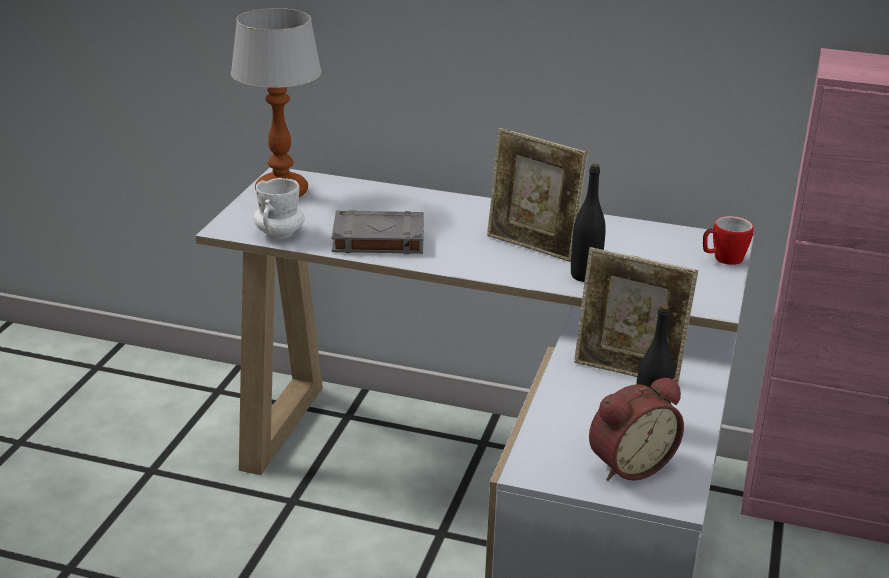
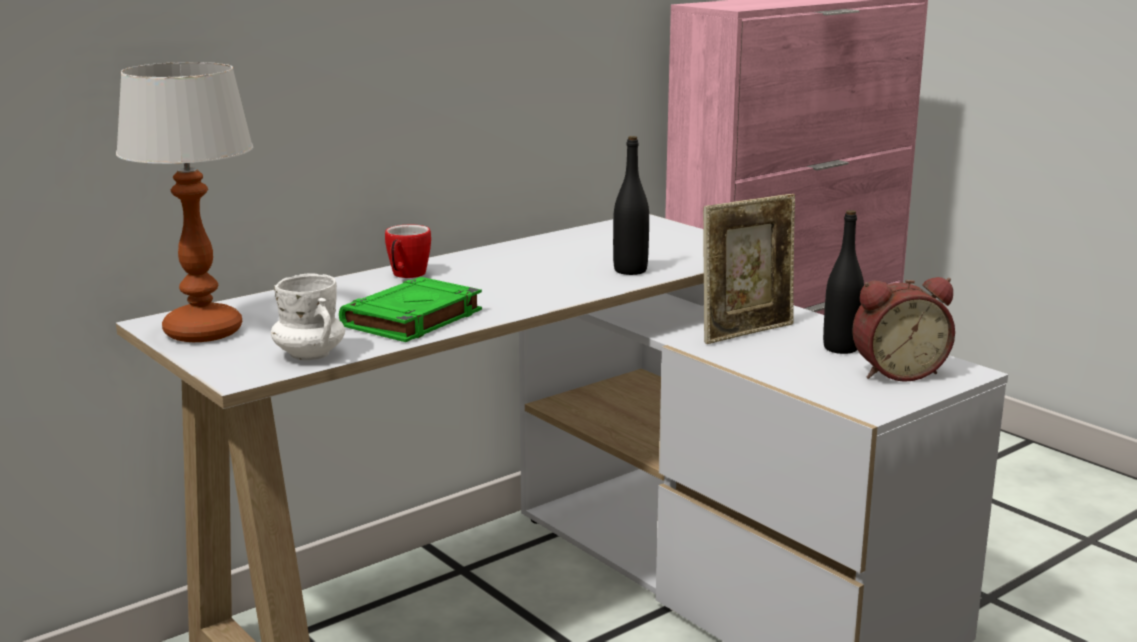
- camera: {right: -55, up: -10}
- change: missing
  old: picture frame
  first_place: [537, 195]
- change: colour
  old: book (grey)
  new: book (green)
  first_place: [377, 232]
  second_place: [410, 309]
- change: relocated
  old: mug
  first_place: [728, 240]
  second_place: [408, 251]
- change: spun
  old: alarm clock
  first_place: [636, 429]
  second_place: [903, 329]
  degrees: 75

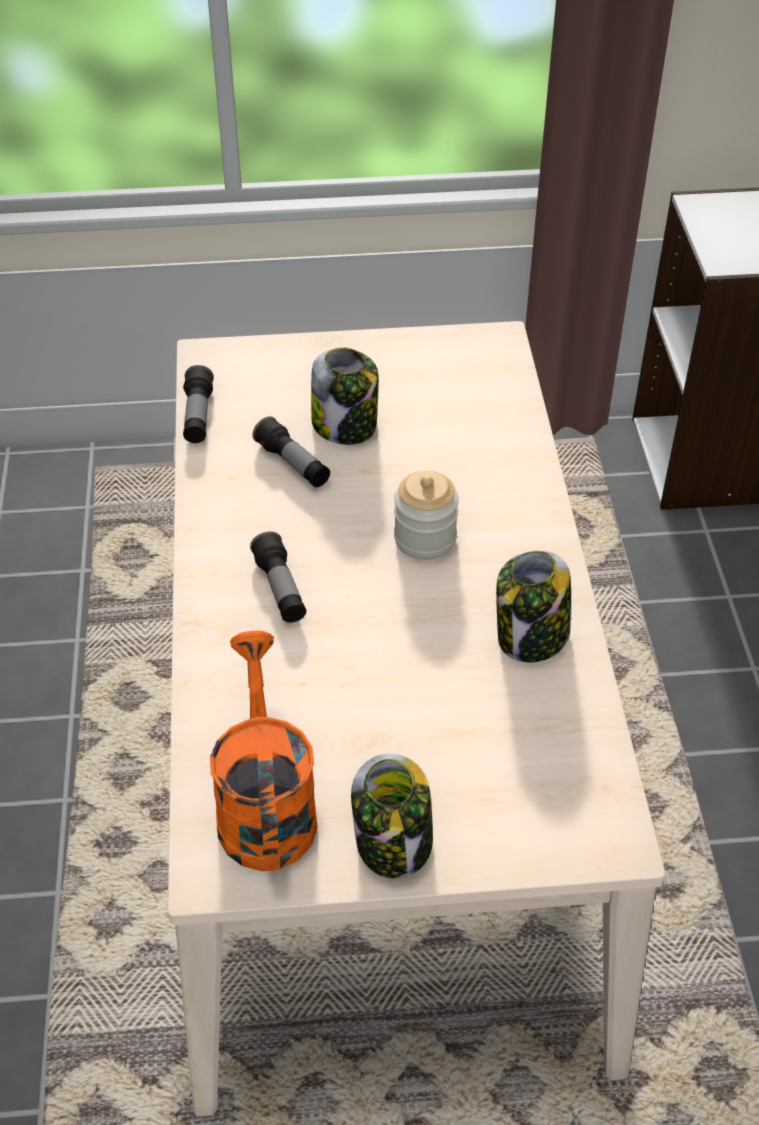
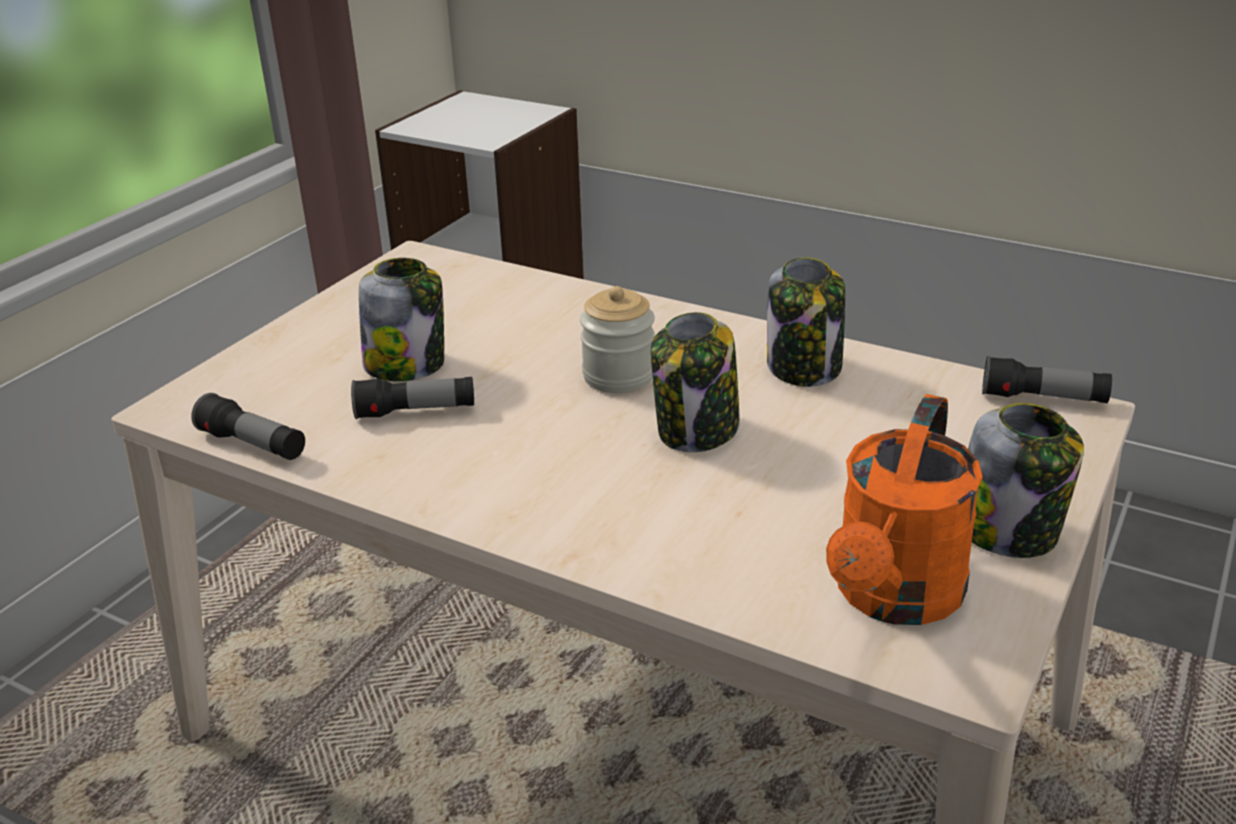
- camera: {right: -55, up: -15}
- change: relocated
  old: flashlight
  first_place: [278, 577]
  second_place: [1047, 379]
- change: spun
  old: watering can (orange)
  first_place: [264, 751]
  second_place: [904, 509]
  degrees: -90
- change: appeared
  new: jar
  second_place: [695, 382]

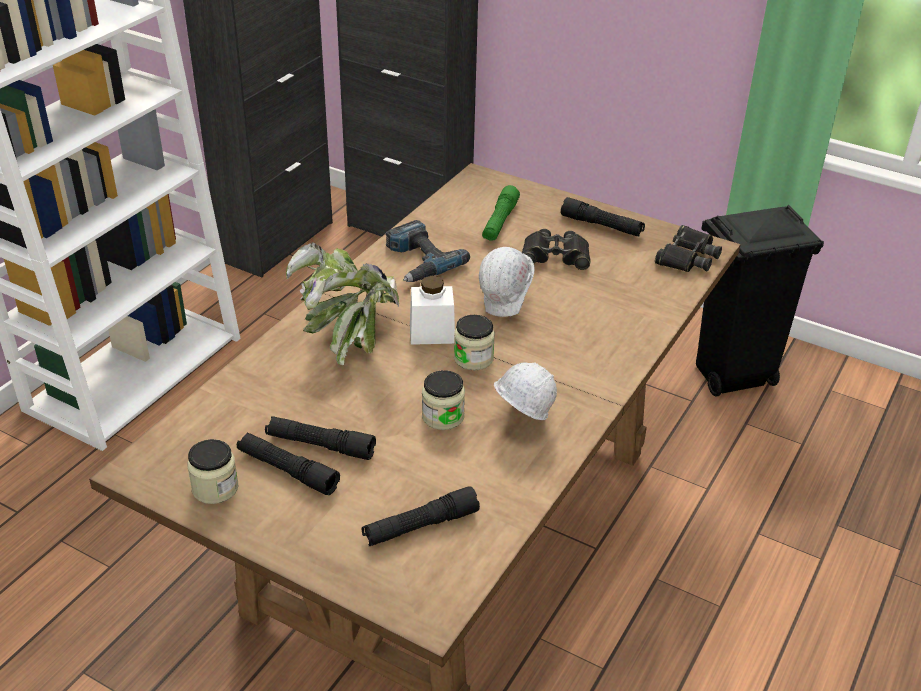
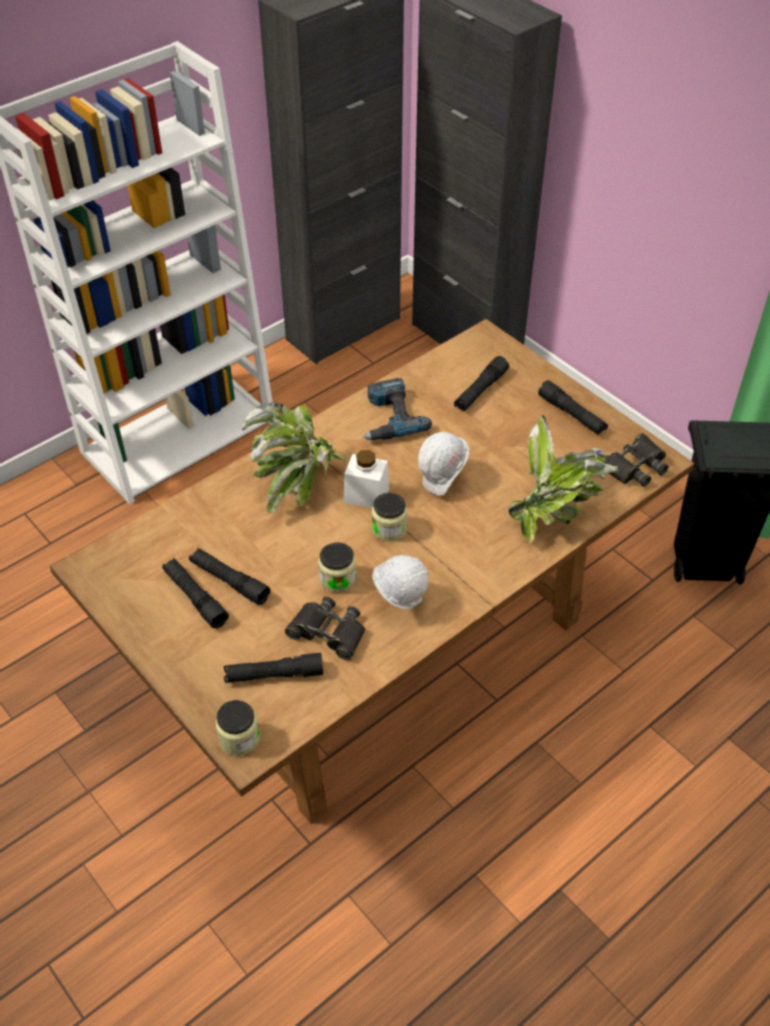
- camera: {right: 20, up: 10}
- change: colour
  old: flashlight (green)
  new: flashlight (black)
  first_place: [501, 213]
  second_place: [481, 383]
- change: relocated
  old: binoculars (black)
  first_place: [556, 249]
  second_place: [325, 628]
- change: relocated
  old: jar
  first_place: [213, 471]
  second_place: [238, 728]
- change: appeared
  new: potted plant
  second_place: [563, 479]

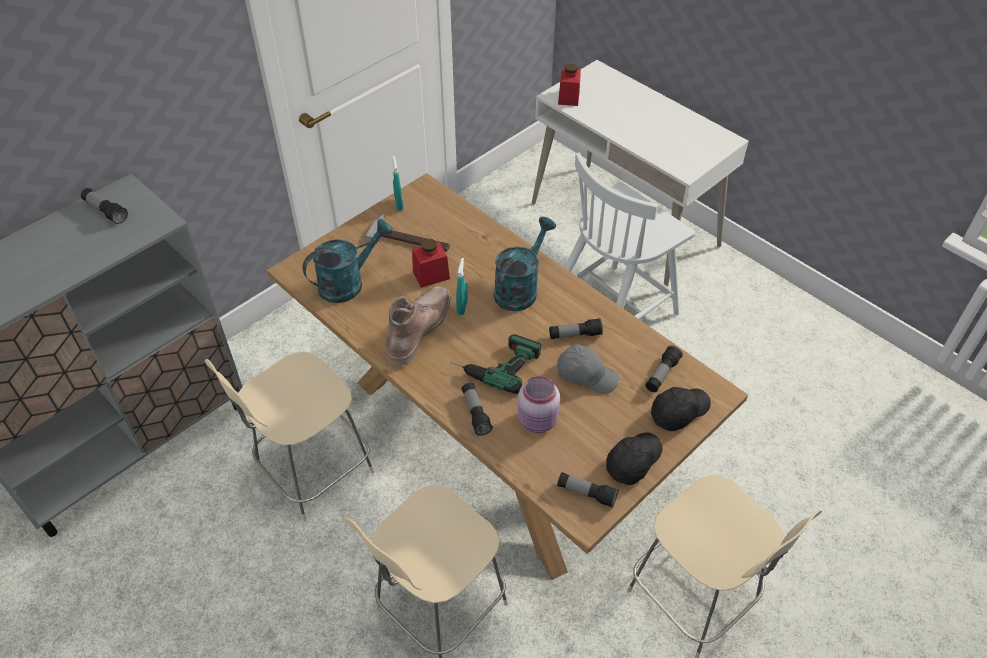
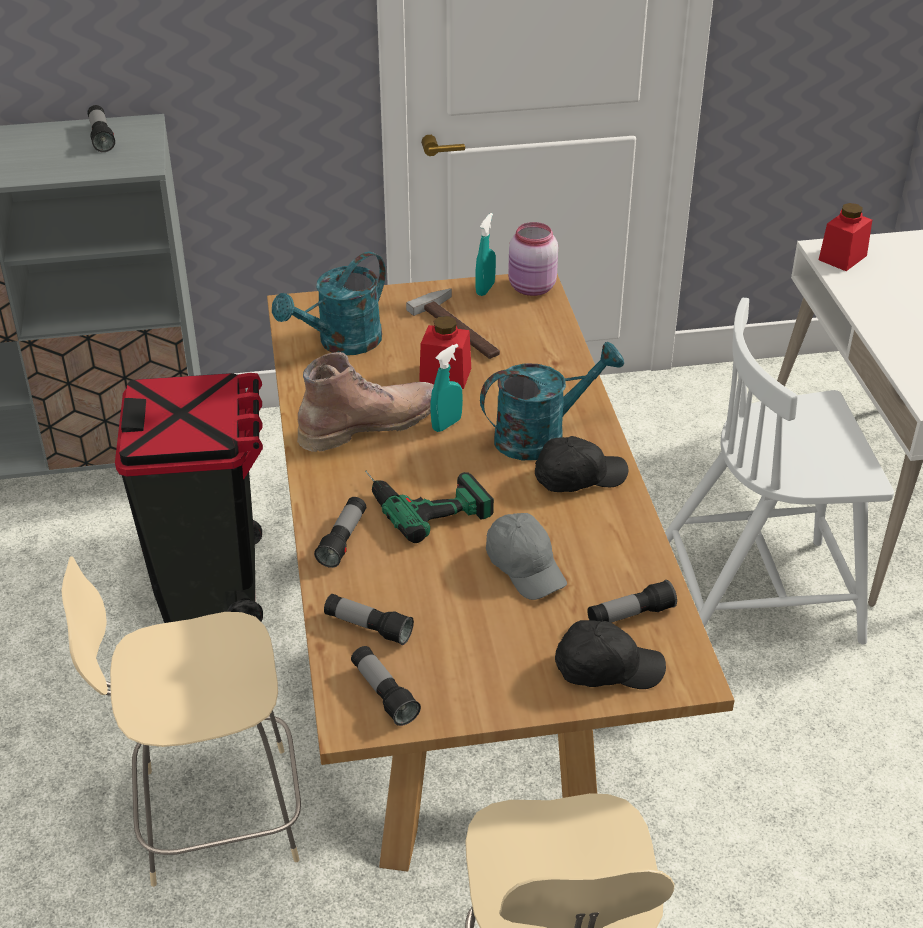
- camera: {right: 35, up: -10}
- change: spun
  old: watering can (turquoise)
  first_place: [348, 261]
  second_place: [329, 303]
  degrees: 135
- change: relocated
  old: flashlight
  first_place: [576, 328]
  second_place: [369, 619]
- change: exchanged
  old: chair (beige)
  new: trash can (black)
  first_place: [289, 437]
  second_place: [189, 498]
- change: relocated
  old: jar (pink)
  first_place: [539, 404]
  second_place: [533, 259]
- change: relocated
  old: cap (black)
  first_place: [634, 458]
  second_place: [581, 464]

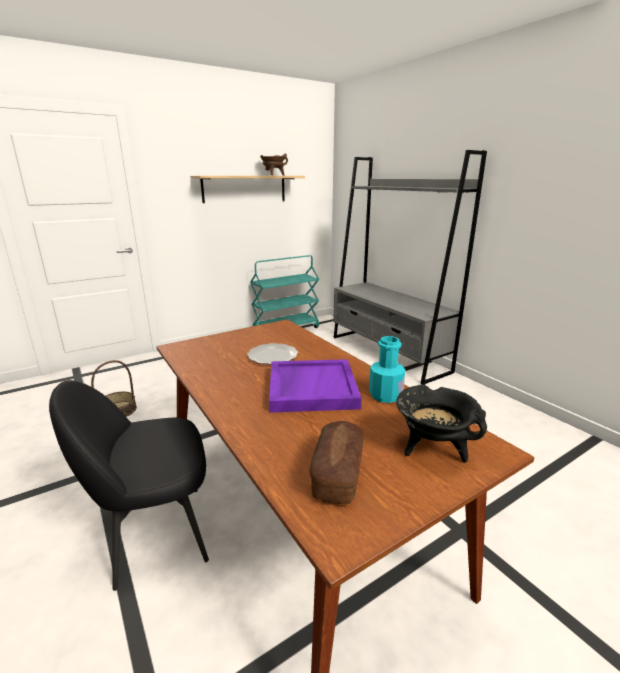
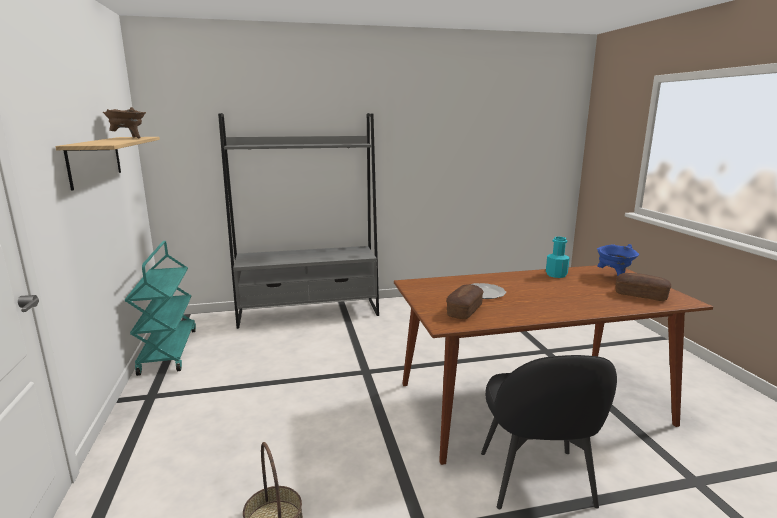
- camera: {right: -70, up: -5}
- change: missing
  old: tray (purple)
  first_place: [315, 386]
- change: colour
  old: cooking pot (black)
  new: cooking pot (blue)
  first_place: [441, 423]
  second_place: [618, 260]
- change: appeared
  new: bread
  second_place: [464, 301]

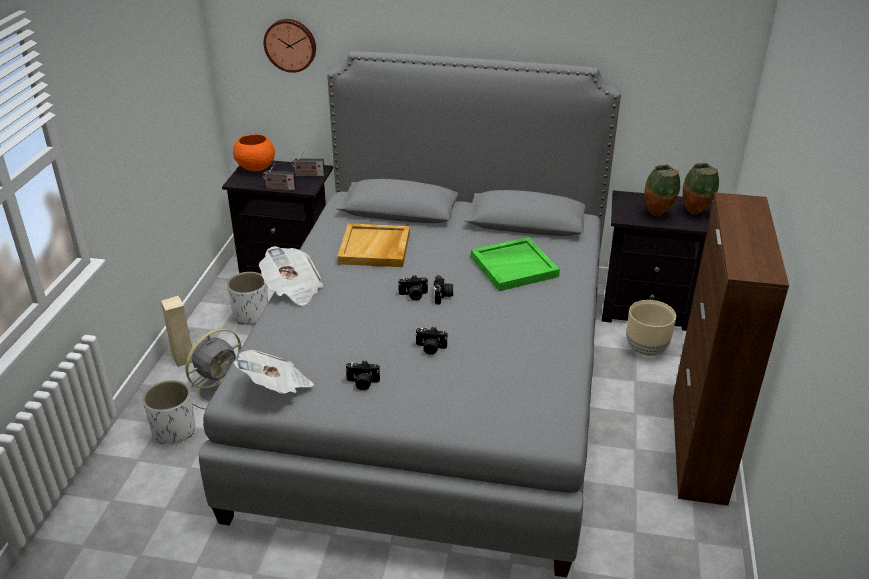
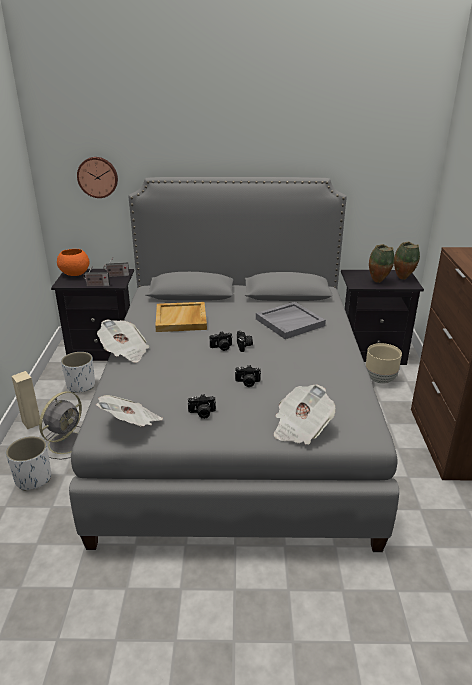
- camera: {right: -10, up: -5}
- change: colour
  old: tray (green)
  new: tray (grey)
  first_place: [515, 264]
  second_place: [291, 320]
- change: appeared
  new: newspaper
  second_place: [304, 414]

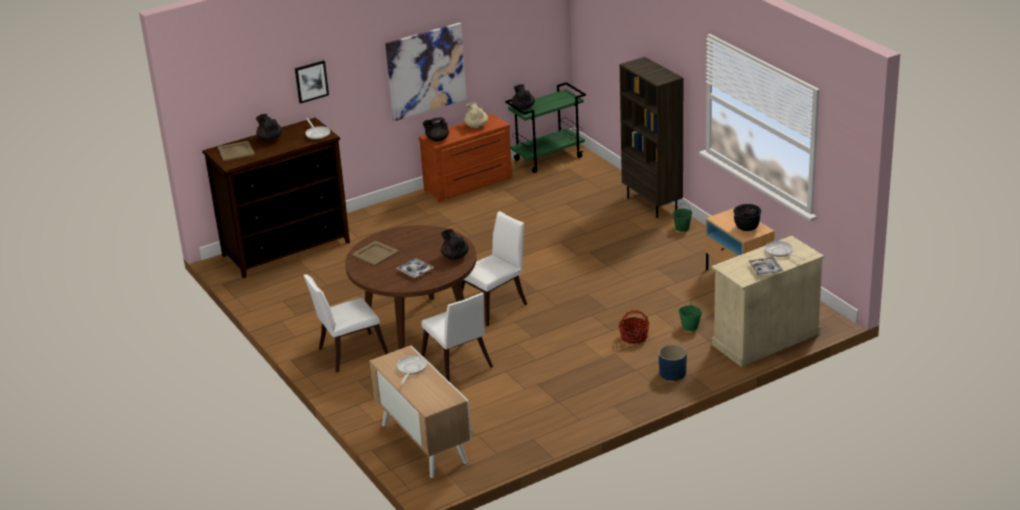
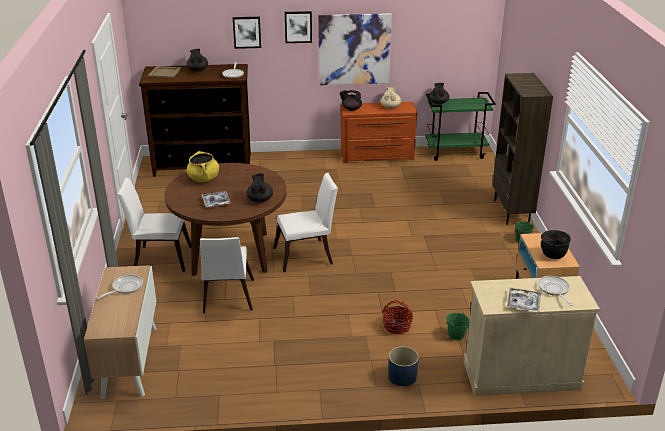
- camera: {right: 25, up: 0}
- change: exchanged
  old: tray (beige)
  new: cooking pot (yellow)
  first_place: [375, 253]
  second_place: [202, 166]
- change: appeared
  new: picture
  second_place: [298, 27]

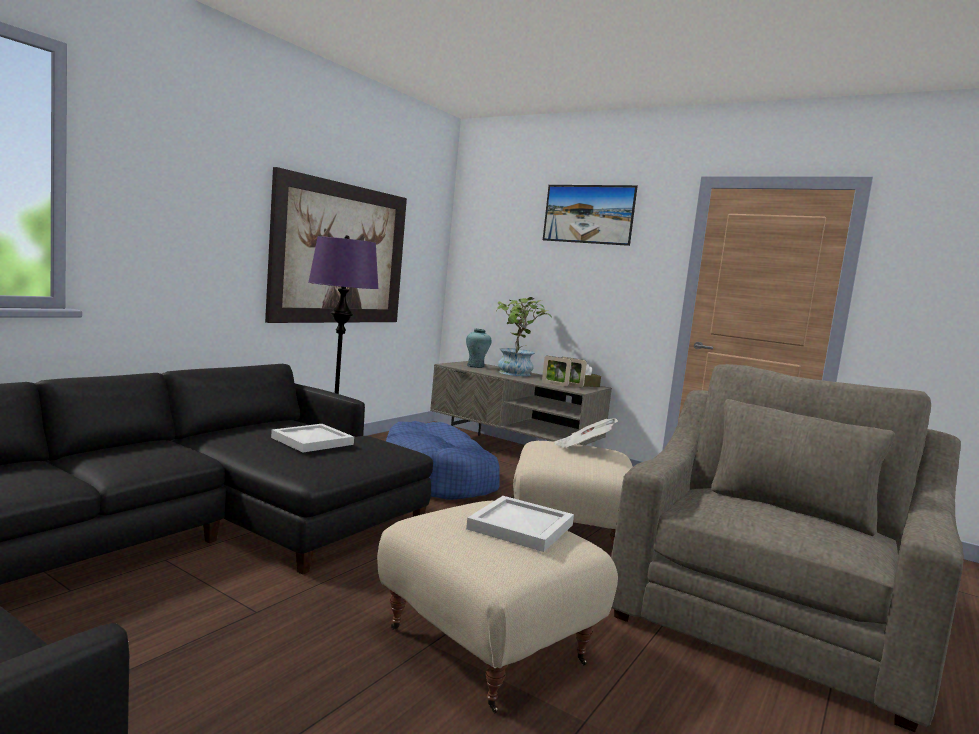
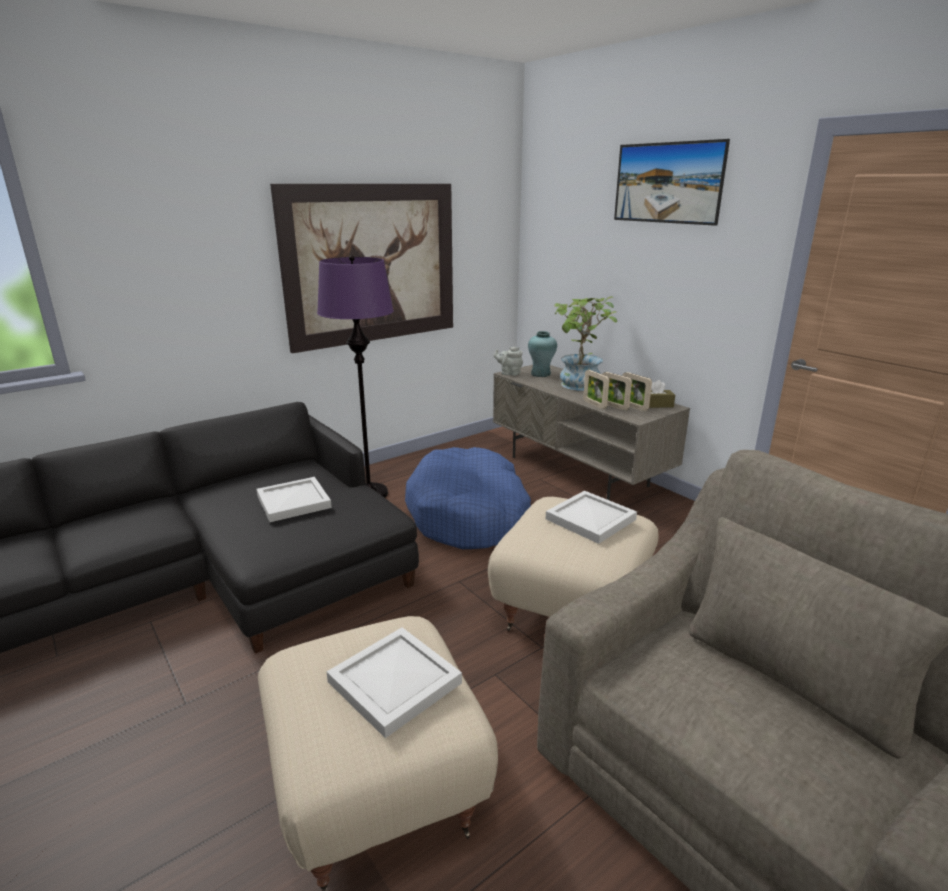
- camera: {right: 20, up: 15}
- change: exchanged
  old: newspaper
  new: tray (white)
  first_place: [586, 433]
  second_place: [591, 517]
- change: appeared
  new: teapot (grey)
  second_place: [508, 361]
- change: appeared
  new: picture frame
  second_place: [596, 389]

